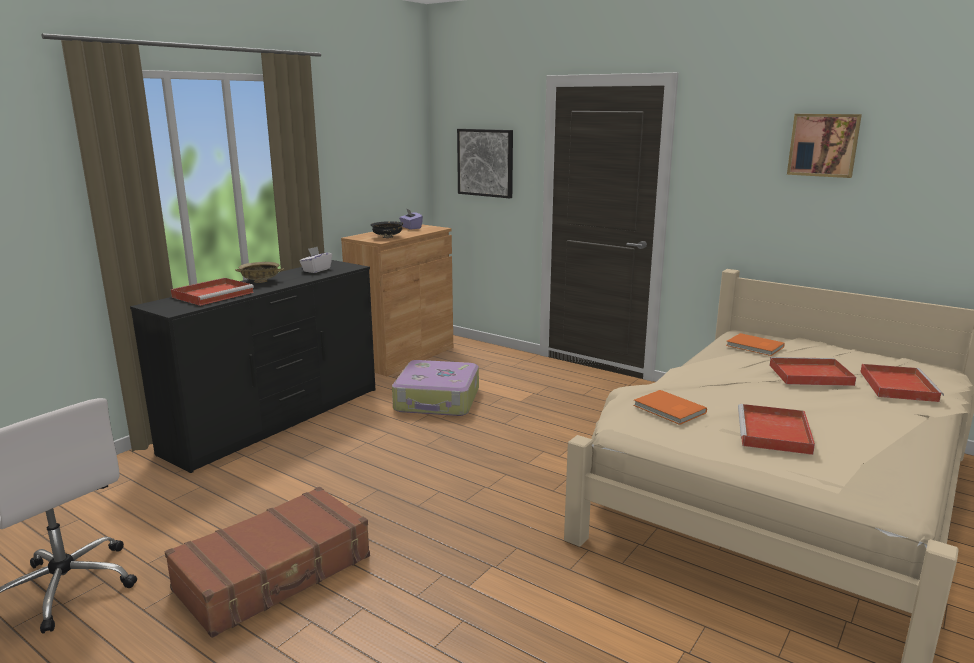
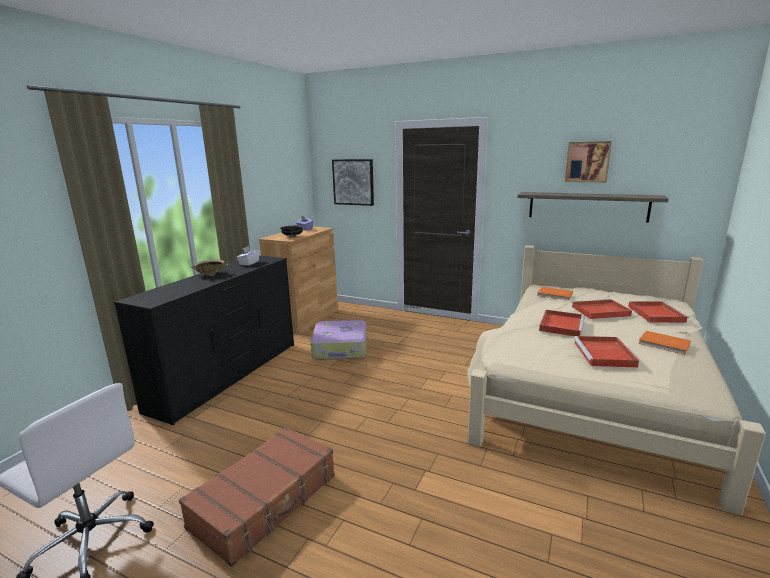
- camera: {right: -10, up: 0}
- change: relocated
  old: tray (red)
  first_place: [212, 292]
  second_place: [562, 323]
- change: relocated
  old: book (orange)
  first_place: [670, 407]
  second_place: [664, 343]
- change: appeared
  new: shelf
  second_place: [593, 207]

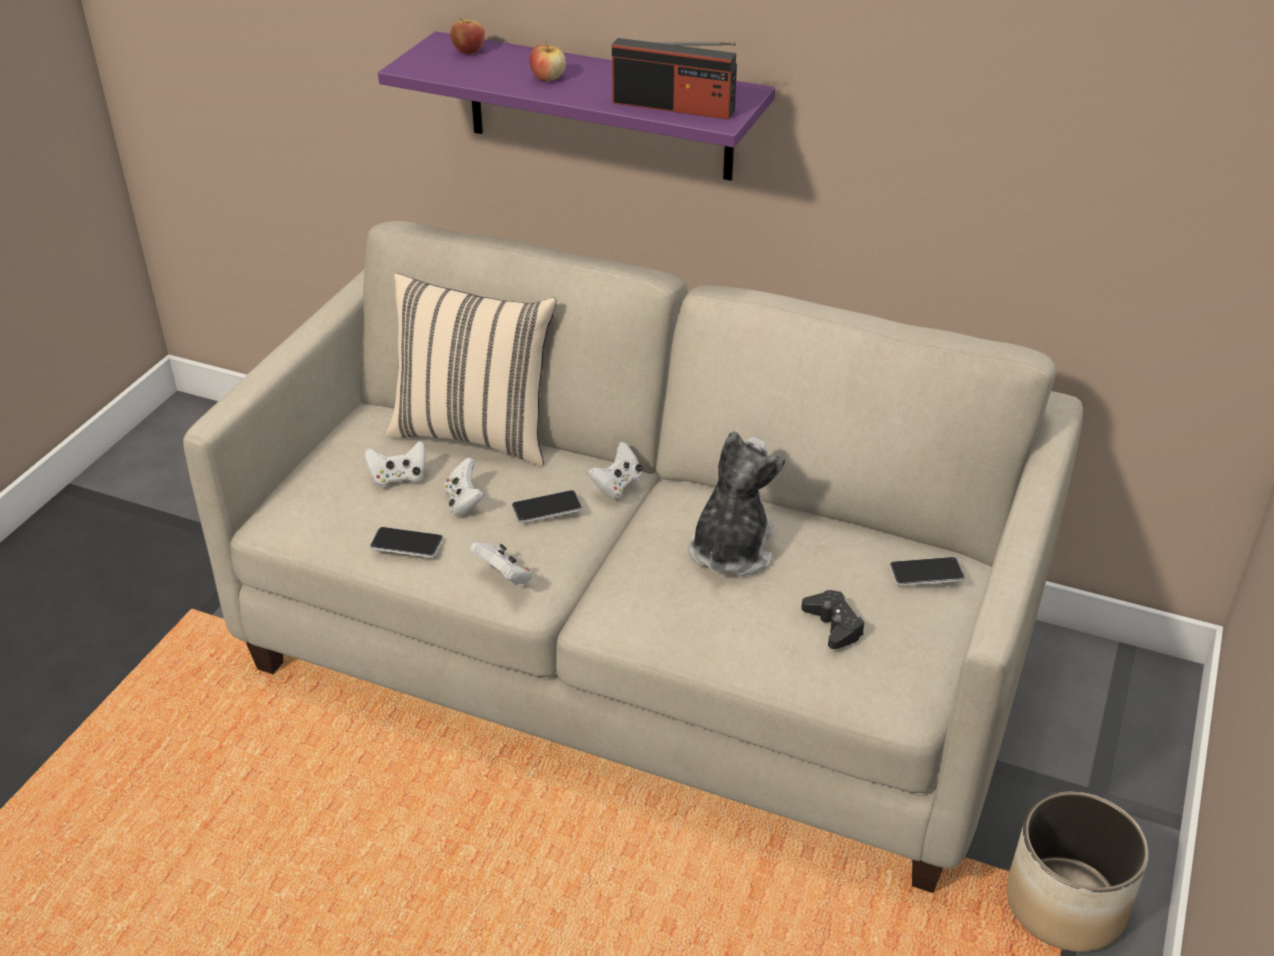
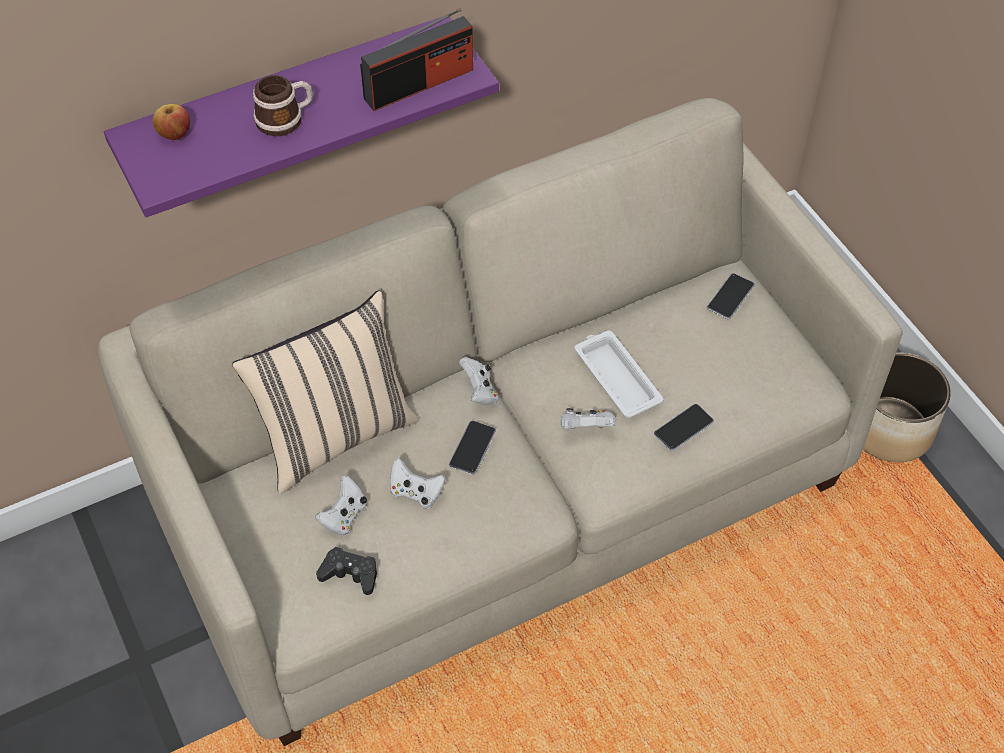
- camera: {right: -50, up: 15}
- change: exchanged
  old: apple
  new: mug
  first_place: [547, 61]
  second_place: [283, 105]
- change: exchanged
  old: plush toy
  new: tray (white)
  first_place: [736, 503]
  second_place: [619, 374]
- change: relocated
  old: phone
  first_place: [406, 542]
  second_place: [684, 427]
- change: relocated
  old: game controller (white)
  first_place: [501, 563]
  second_place: [588, 418]
- change: relocated
  old: game controller (black)
  first_place: [833, 619]
  second_place: [346, 571]

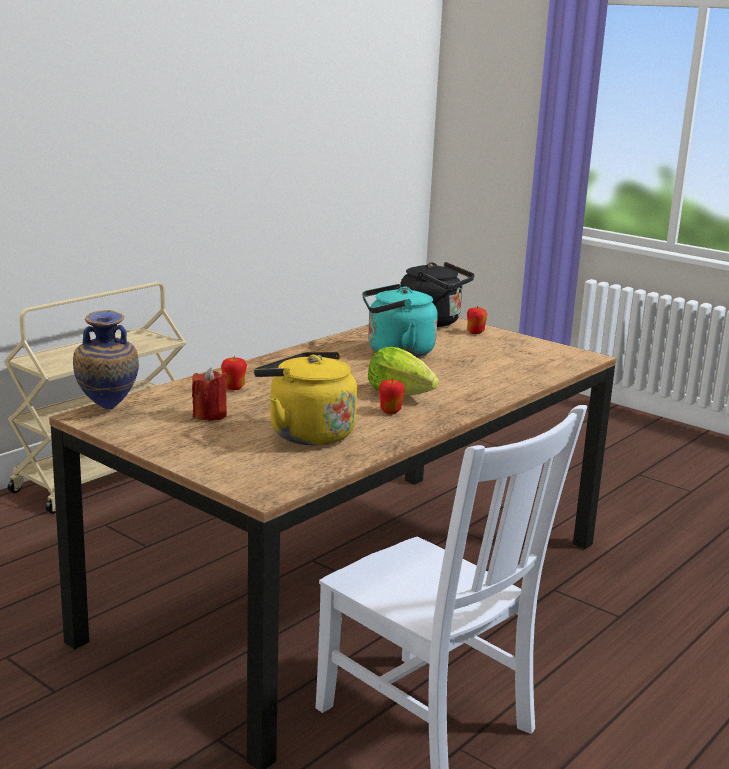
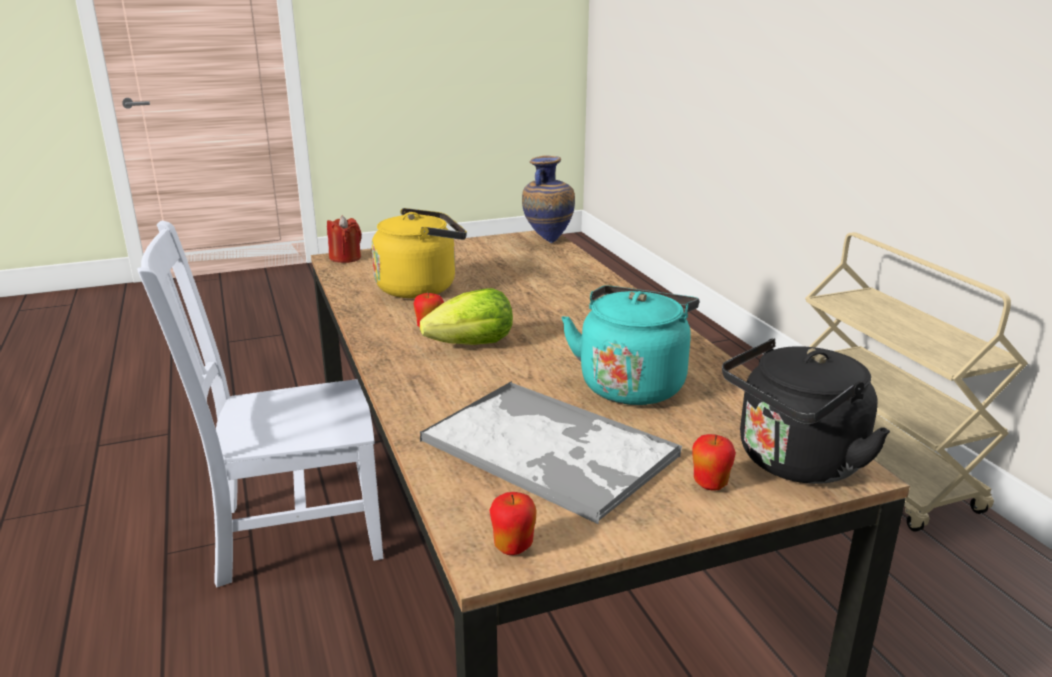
- camera: {right: 120, up: 5}
- change: relocated
  old: apple
  first_place: [234, 373]
  second_place: [513, 523]
- change: relocated
  old: candle (red)
  first_place: [209, 394]
  second_place: [344, 239]
- change: appeared
  new: tray
  second_place: [551, 452]

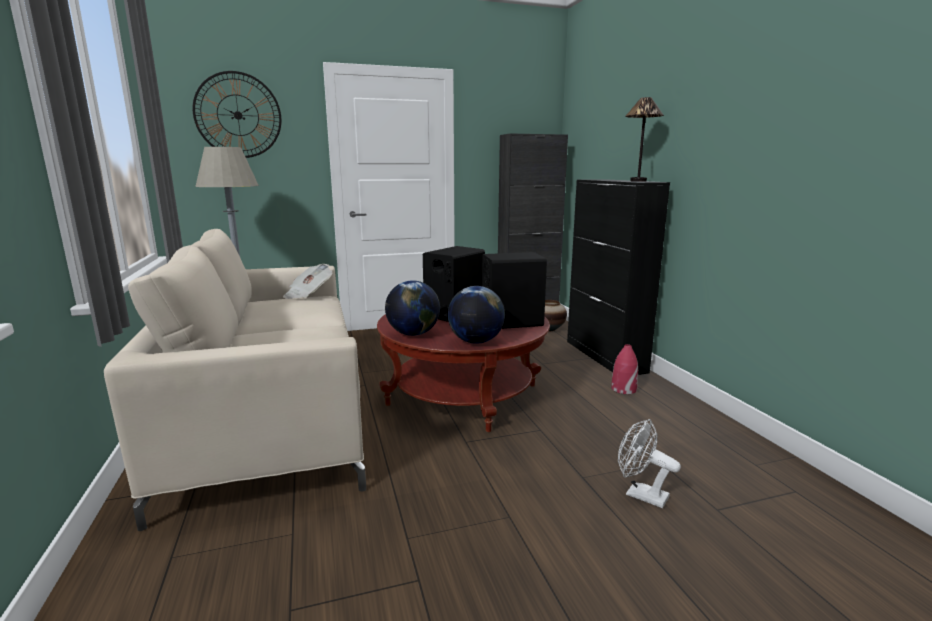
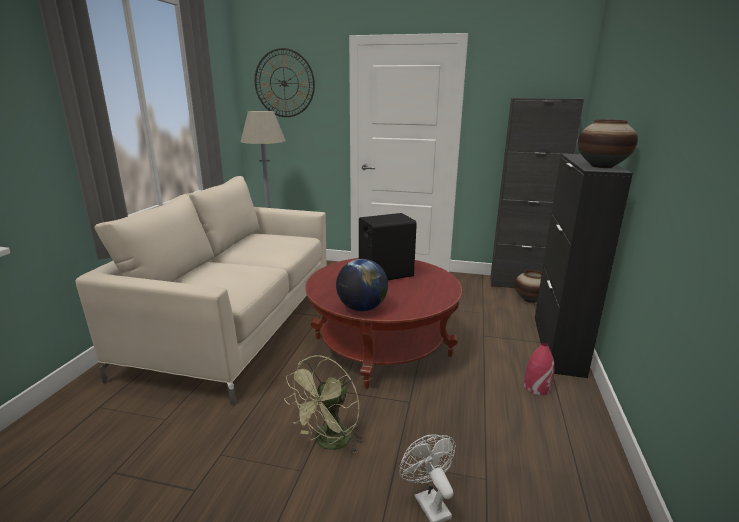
- camera: {right: 30, up: 5}
- change: exchanged
  old: table lamp
  new: vase
  first_place: [644, 139]
  second_place: [608, 143]
- change: missing
  old: speaker (black)
  first_place: [514, 290]
- change: missing
  old: newspaper
  first_place: [308, 281]
- change: missing
  old: globe
  first_place: [412, 308]
- change: appeared
  new: fan (green)
  second_place: [323, 404]

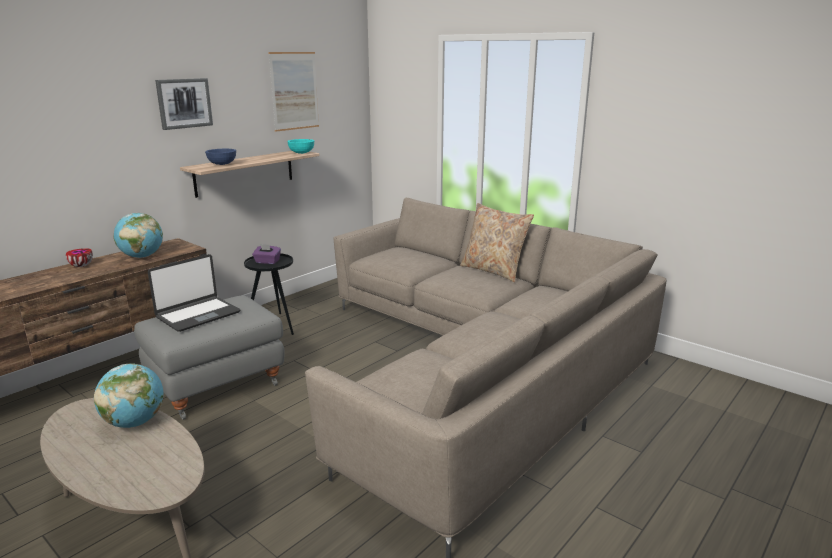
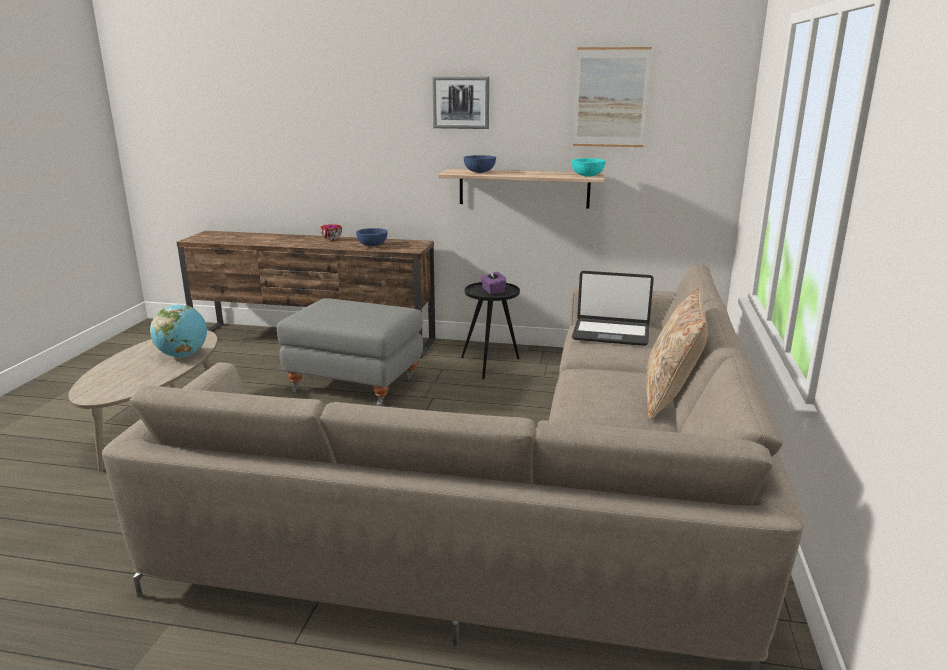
- camera: {right: 60, up: 0}
- change: exchanged
  old: globe
  new: bowl (blue)
  first_place: [138, 235]
  second_place: [372, 237]
- change: relocated
  old: laptop
  first_place: [194, 293]
  second_place: [613, 308]

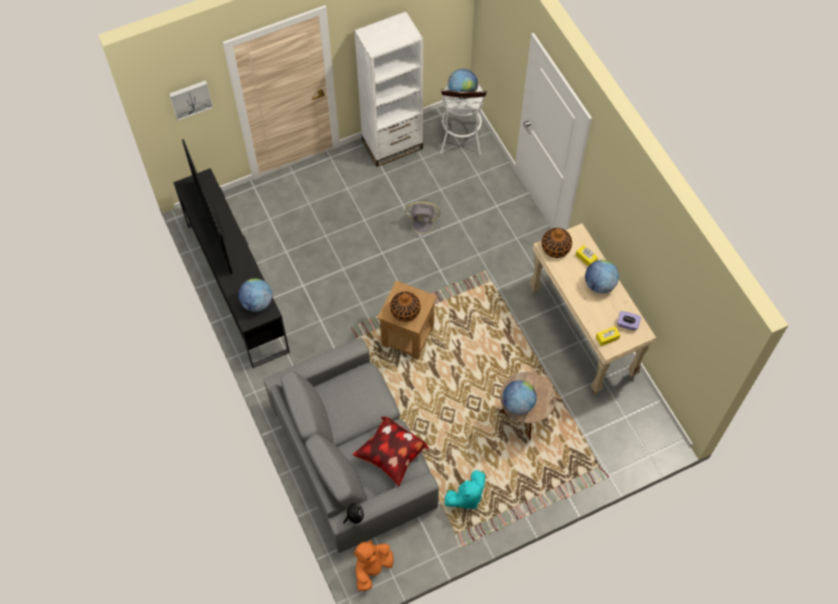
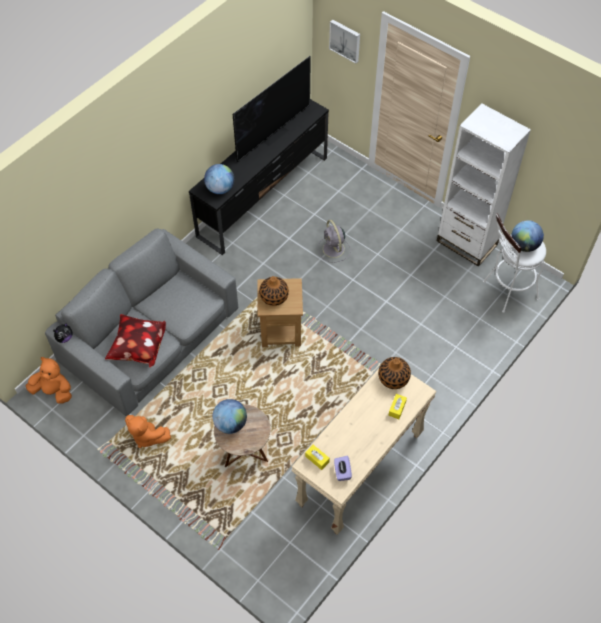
- camera: {right: 65, up: -5}
- change: relocated
  old: fan (grey)
  first_place: [422, 219]
  second_place: [334, 241]
- change: missing
  old: globe
  first_place: [602, 276]
- change: colour
  old: plush toy (turquoise)
  new: plush toy (orange)
  first_place: [465, 489]
  second_place: [148, 431]

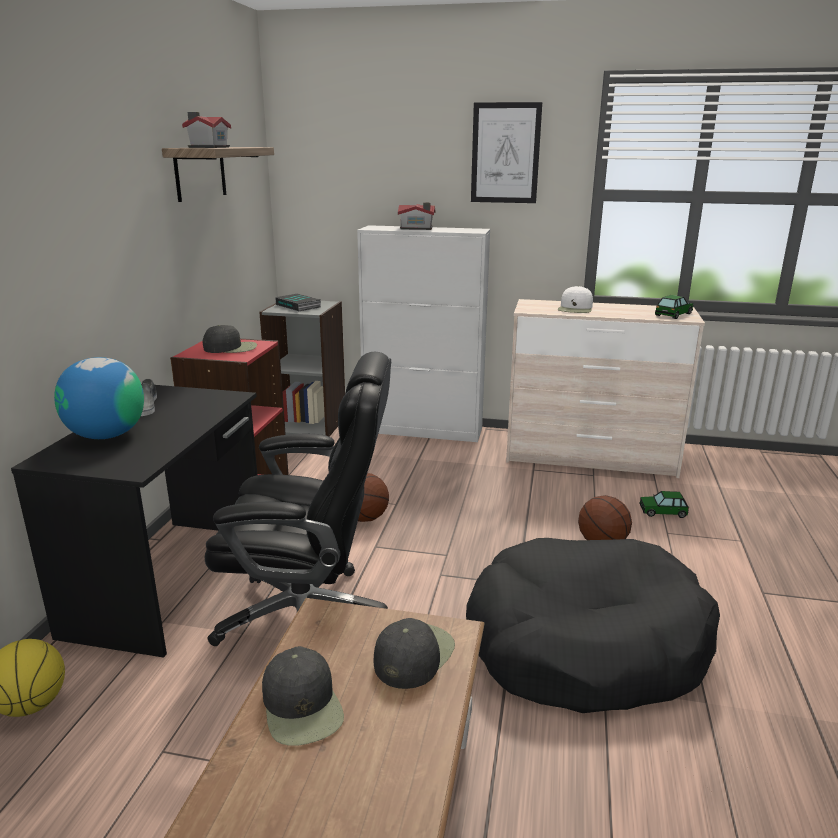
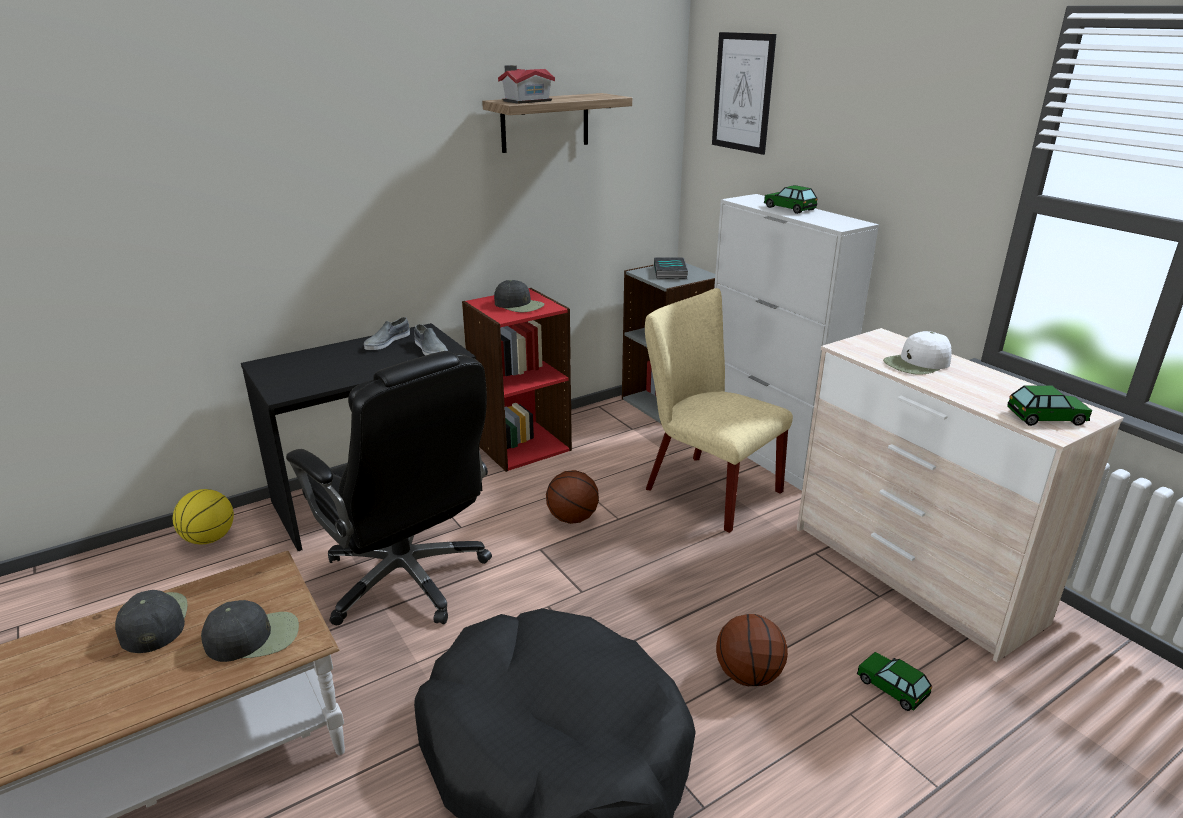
- camera: {right: 45, up: 5}
- change: relocated
  old: picture
  first_place: [506, 152]
  second_place: [744, 93]
- change: exchanged
  old: toy house
  new: toy car
  first_place: [416, 216]
  second_place: [791, 199]
- change: missing
  old: globe
  first_place: [99, 398]
- change: spun
  old: cap (black)
  first_place: [303, 696]
  second_place: [151, 621]
  degrees: 135
- change: appeared
  new: chair (beige)
  second_place: [719, 410]
- change: appeared
  new: shoe (grey)
  second_place: [431, 340]

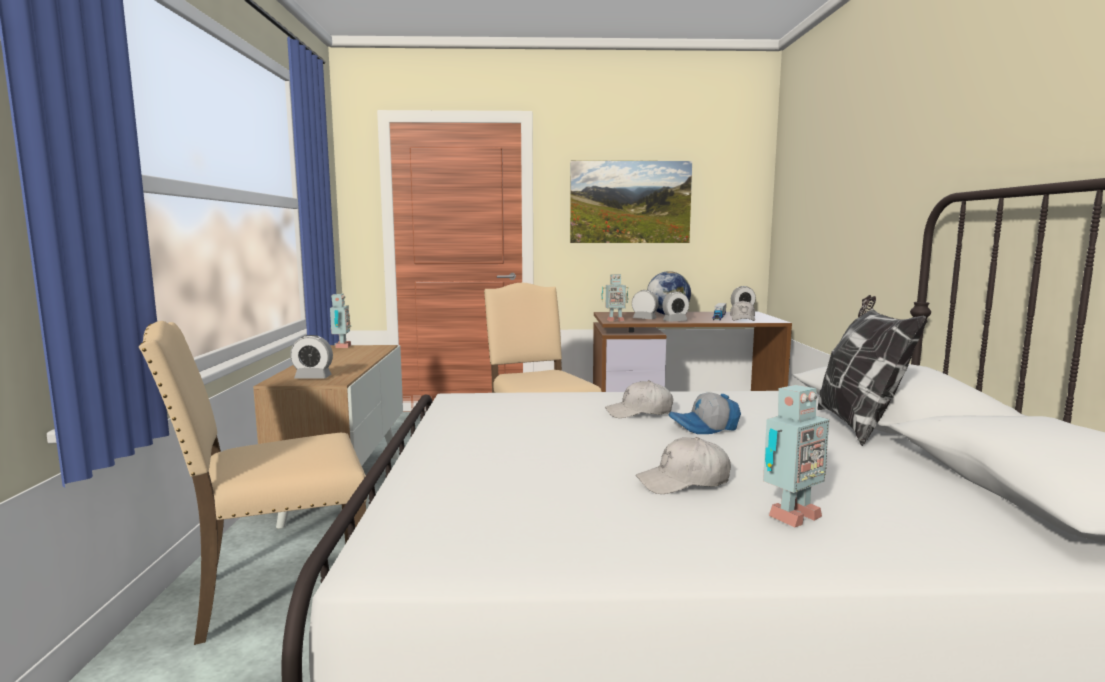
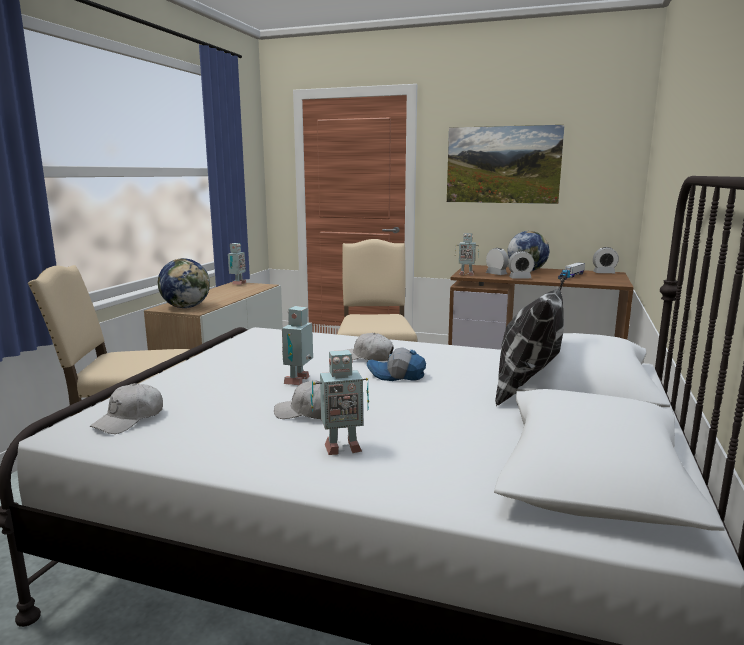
- camera: {right: 20, up: 5}
- change: relocated
  old: cap (white)
  first_place: [742, 310]
  second_place: [126, 408]
- change: exchanged
  old: alarm clock
  new: globe
  first_place: [311, 357]
  second_place: [183, 283]
- change: appeared
  new: toy robot
  second_place: [297, 345]

